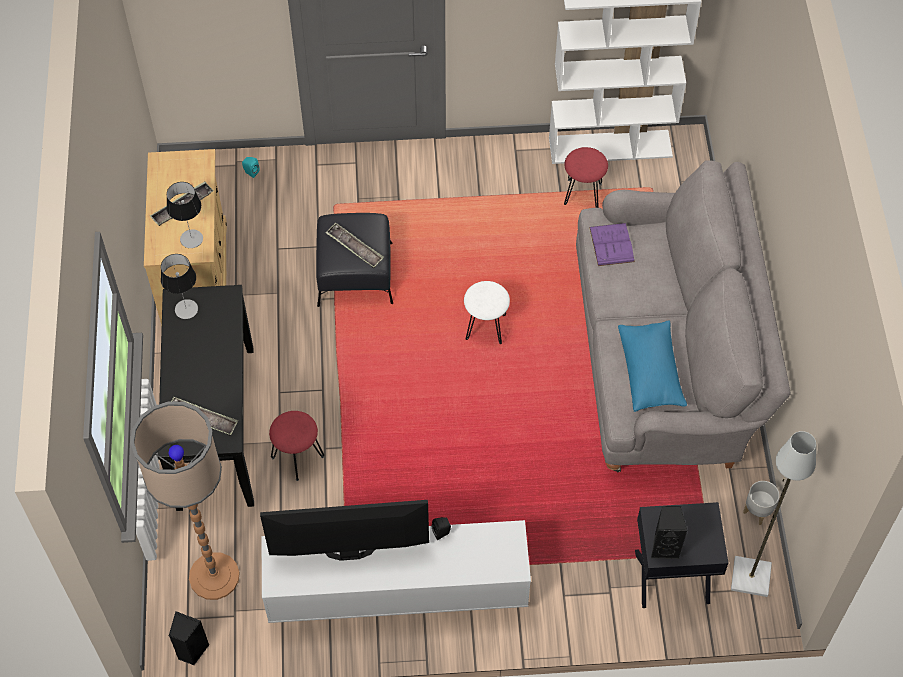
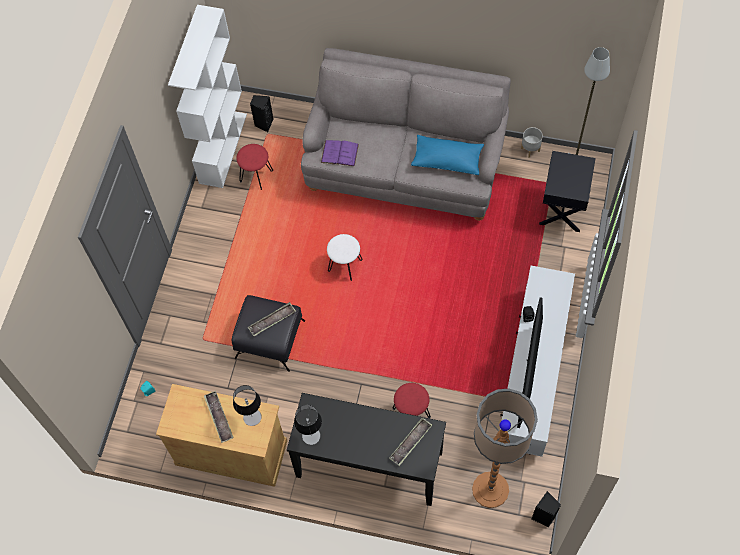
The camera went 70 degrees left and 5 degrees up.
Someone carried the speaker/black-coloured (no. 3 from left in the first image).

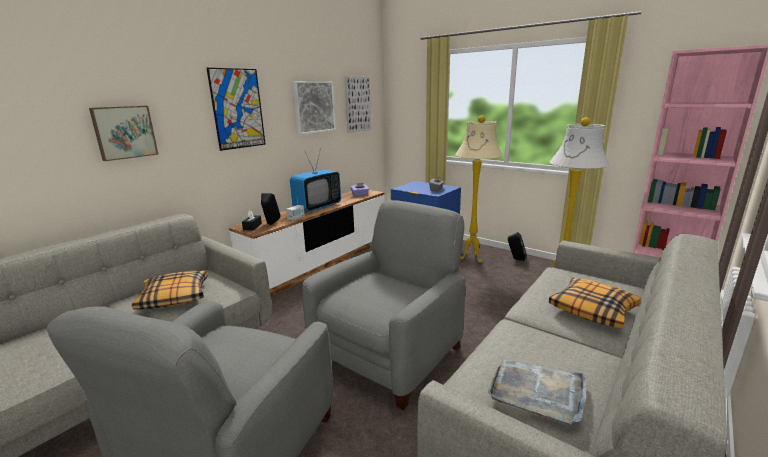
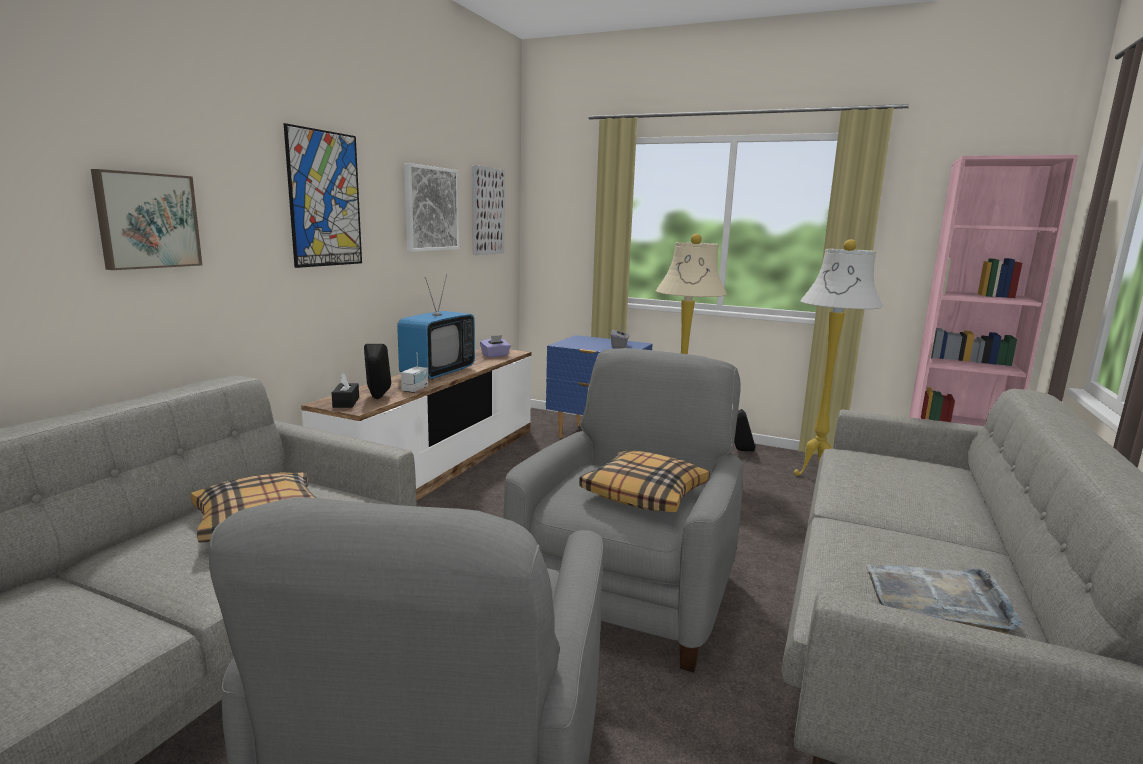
The camera went 15 degrees left and 5 degrees down.
Someone carried the throw pillow (no. 2 from left).

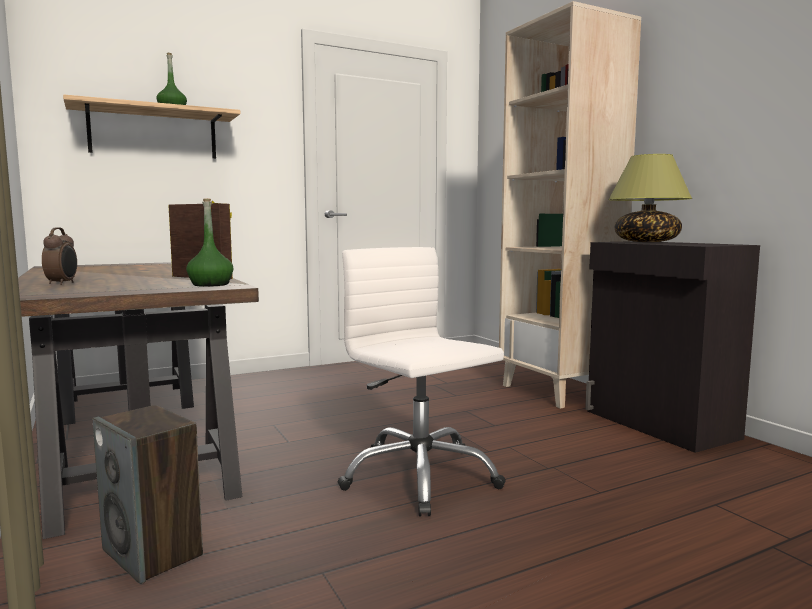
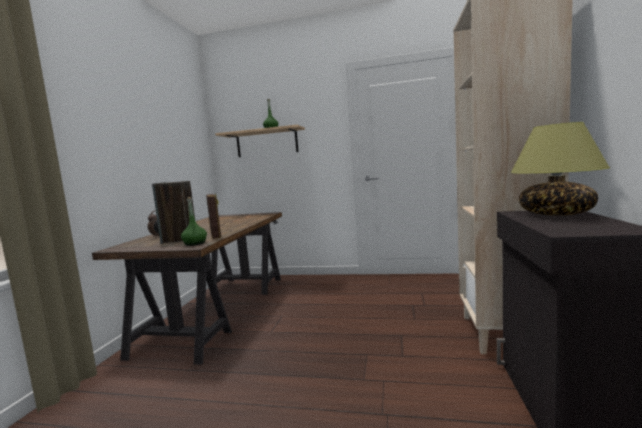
The camera went 40 degrees right and 0 degrees up.
Someone took away the desk chair/white-coloured.
Someone carried the speaker.

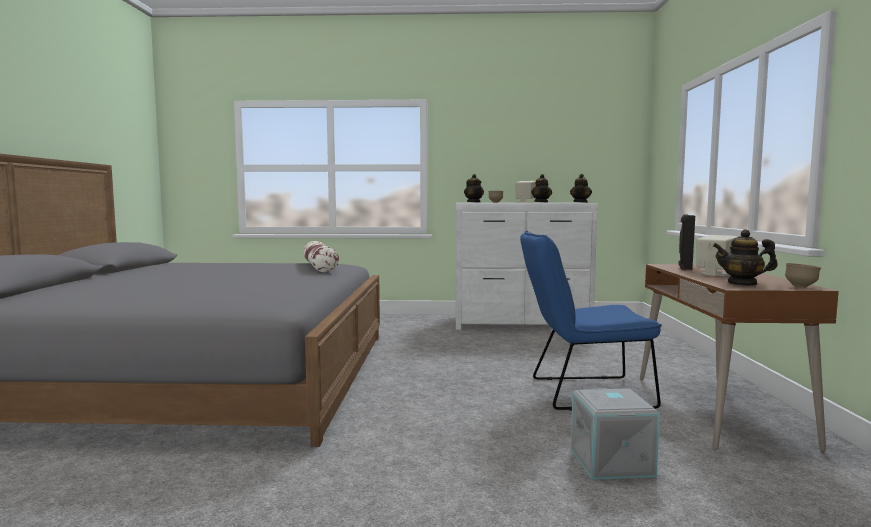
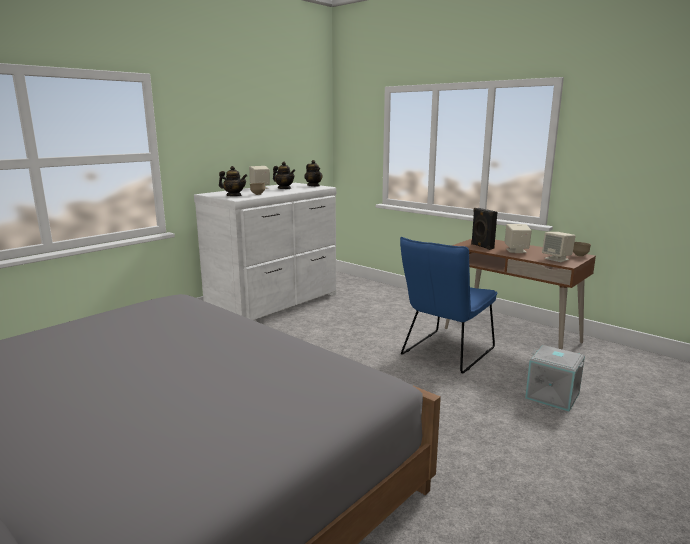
The camera went 50 degrees left and 10 degrees up.
Someone took away the throw pillow.
Someone swapped the tea pot (no. 4 from left) for the speaker/beige (no. 3 from left).

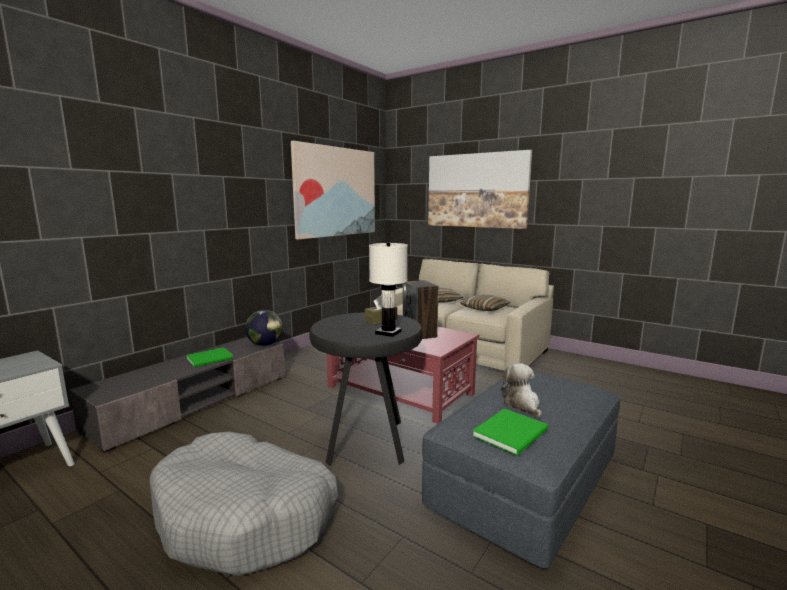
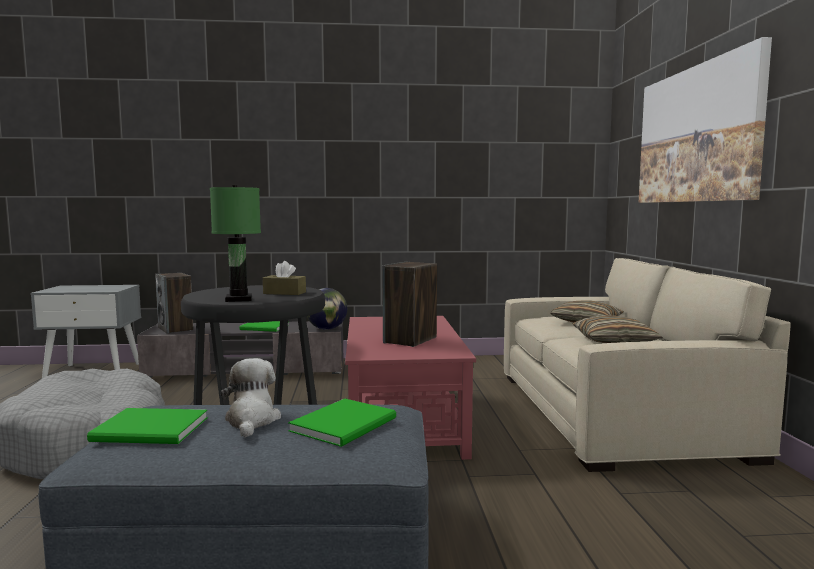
The camera went 50 degrees right and 5 degrees down.
Someone took away the wall art (no. 1 from left).
Someone put down the speaker (no. 1 from left).
Someone put down the bound book/green (no. 3 from left).
Someone repainted the lamp for a table/white-coloured, which became the lamp for a table/green.
Someone rotated the soft toy by 45 degrees counterclockwise.

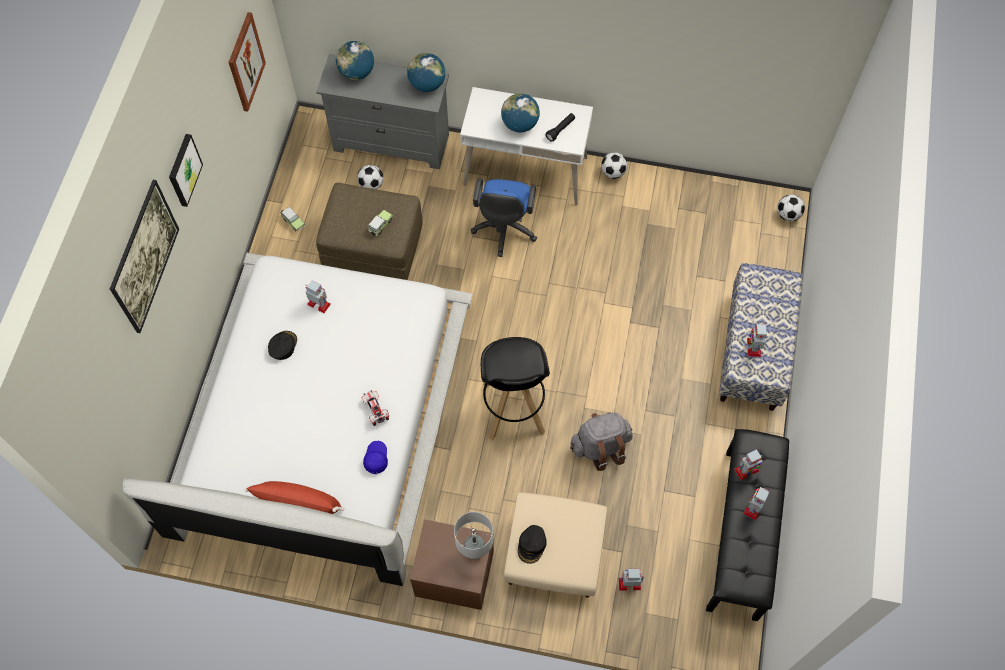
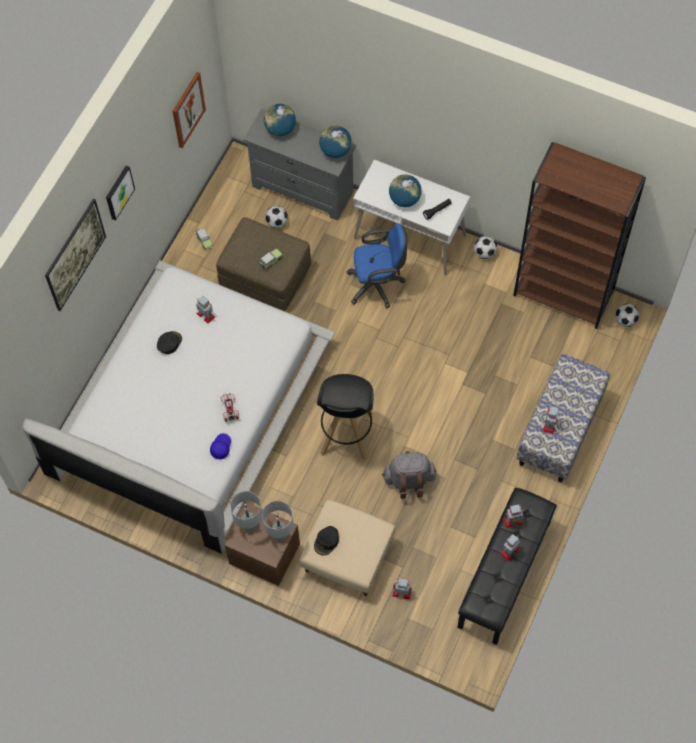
The camera went 15 degrees right and 0 degrees up.
Someone took away the throw pillow/red.
Someone put down the lamp for a table/greyish (no. 1 from left).
Someone put down the bookshelf/brownish.
Someone rotated the desk chair/blue by 120 degrees counterclockwise.

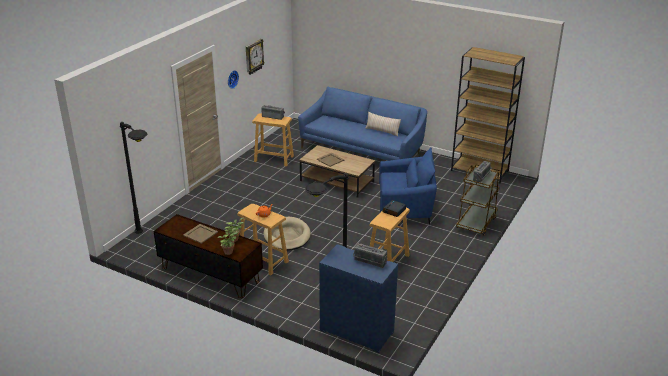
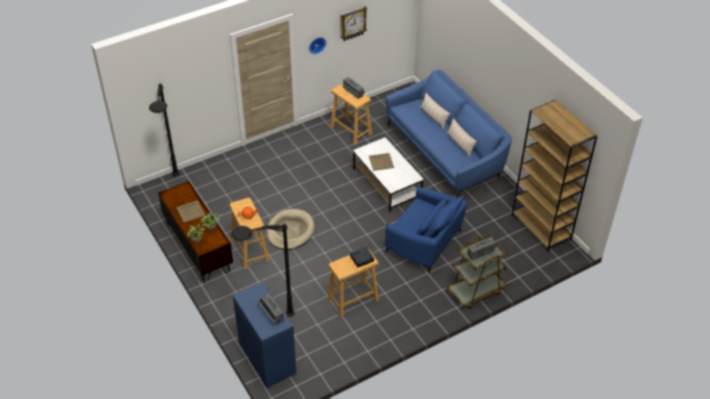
The camera went 30 degrees right and 15 degrees up.
Someone put down the throw pillow/beige (no. 1 from left).
Someone repainted the coffee table/brownish, which became the coffee table/white-coloured.

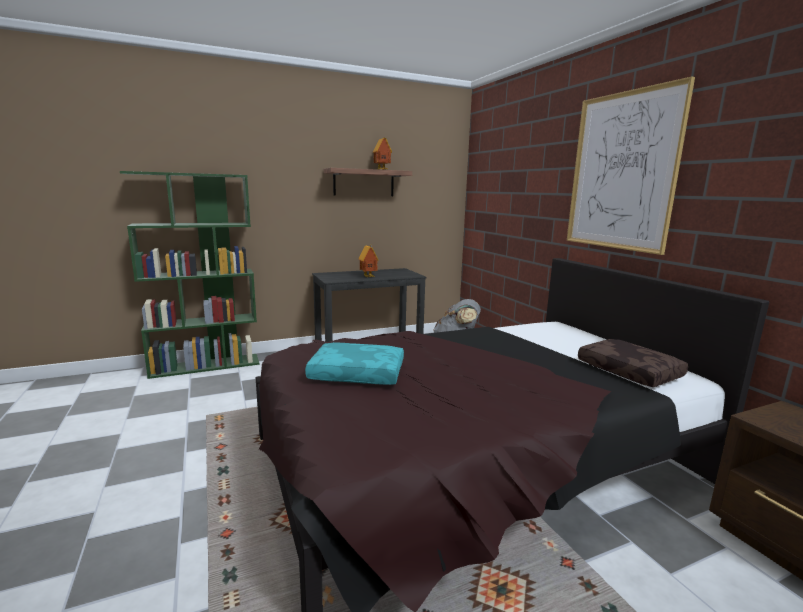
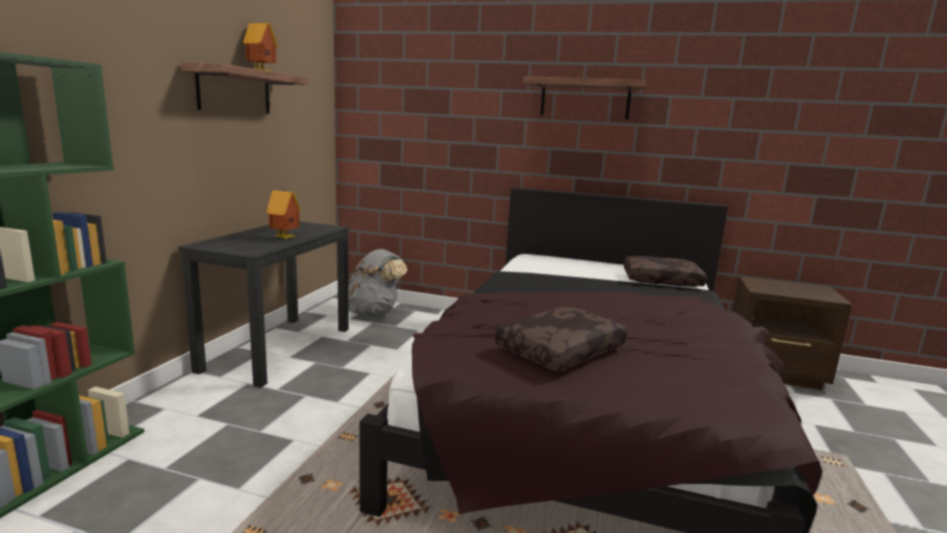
The camera went 50 degrees left and 0 degrees up.
Someone swapped the wall art for the shelf (no. 2 from left).
Someone repainted the throw pillow/blue-green, which became the throw pillow/brownish (no. 1 from left).

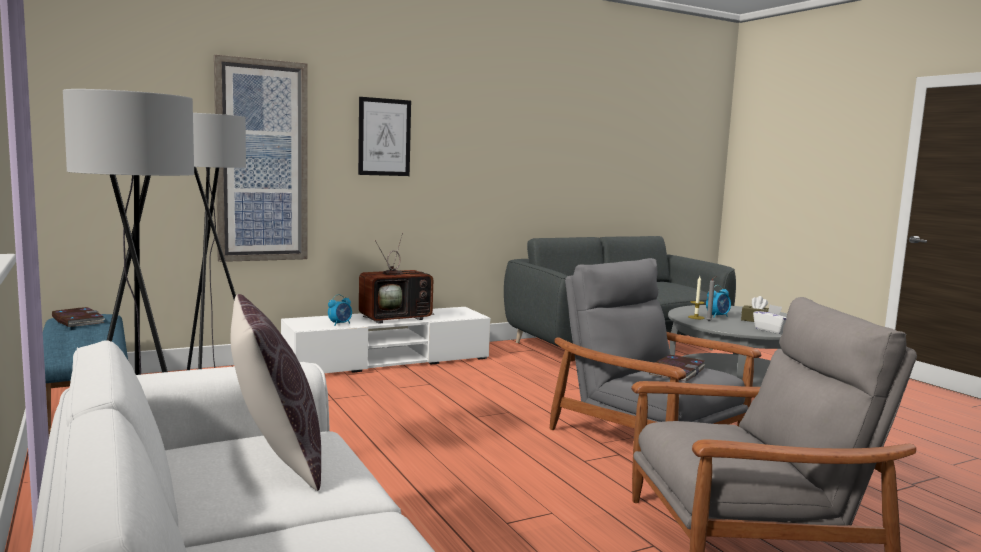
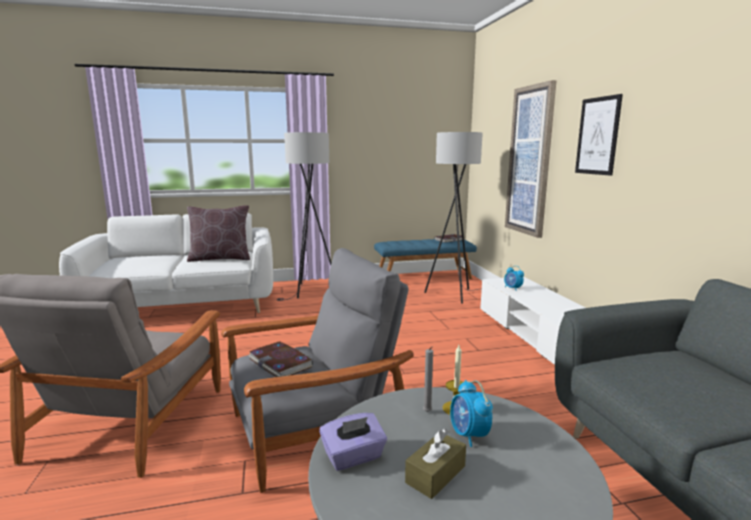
The camera went 105 degrees right and 5 degrees up.
Someone took away the TV set.
Someone repainted the box of tissues/white-coloured, which became the box of tissues/purplish.

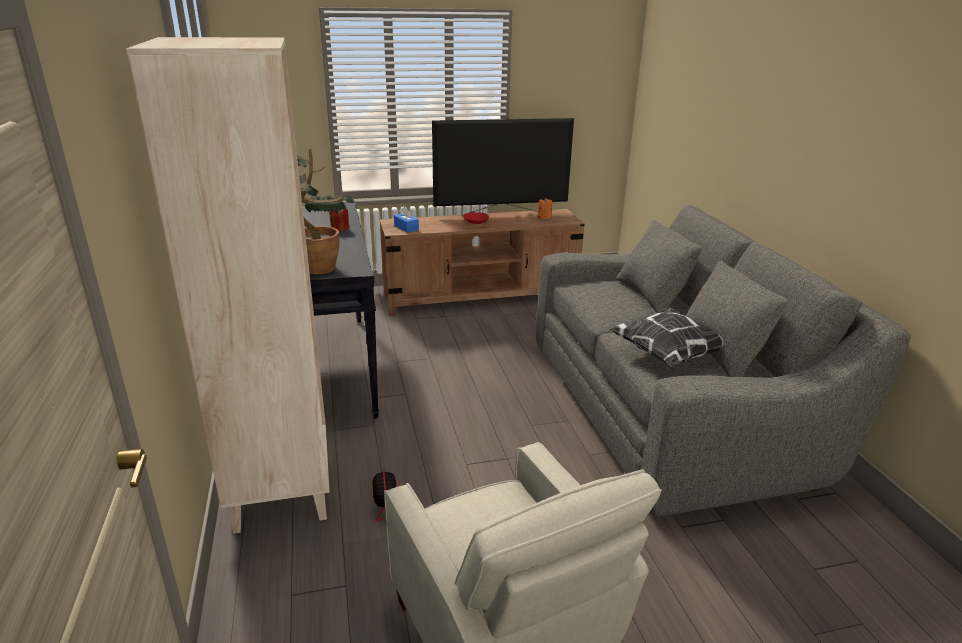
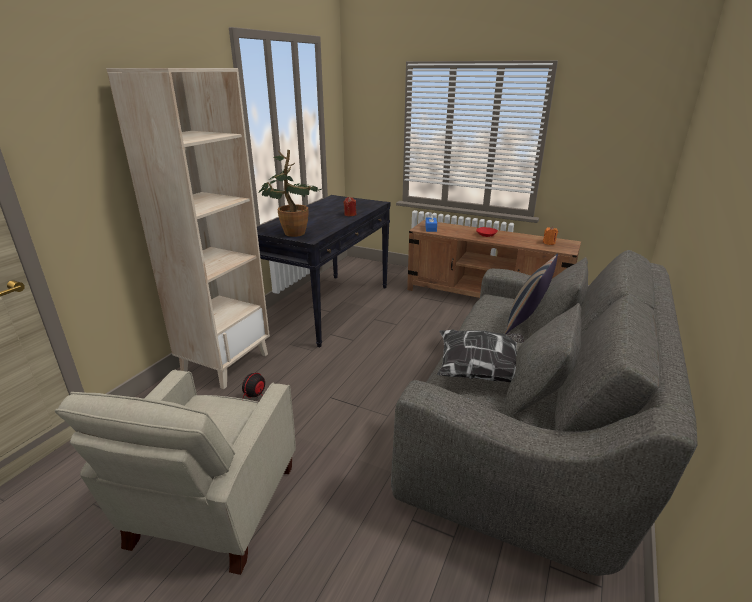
The camera went 40 degrees right and 0 degrees up.
Someone took away the TV set.
Someone put down the throw pillow (no. 2 from left).

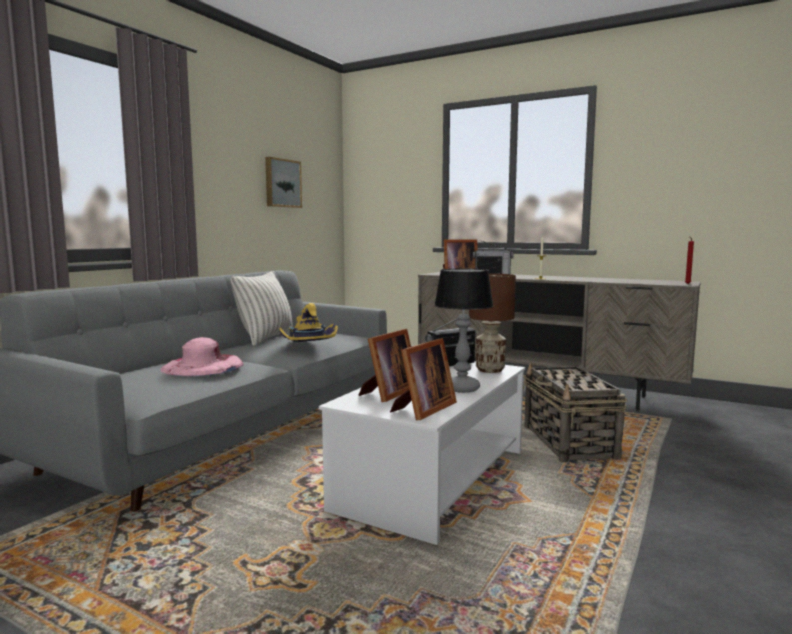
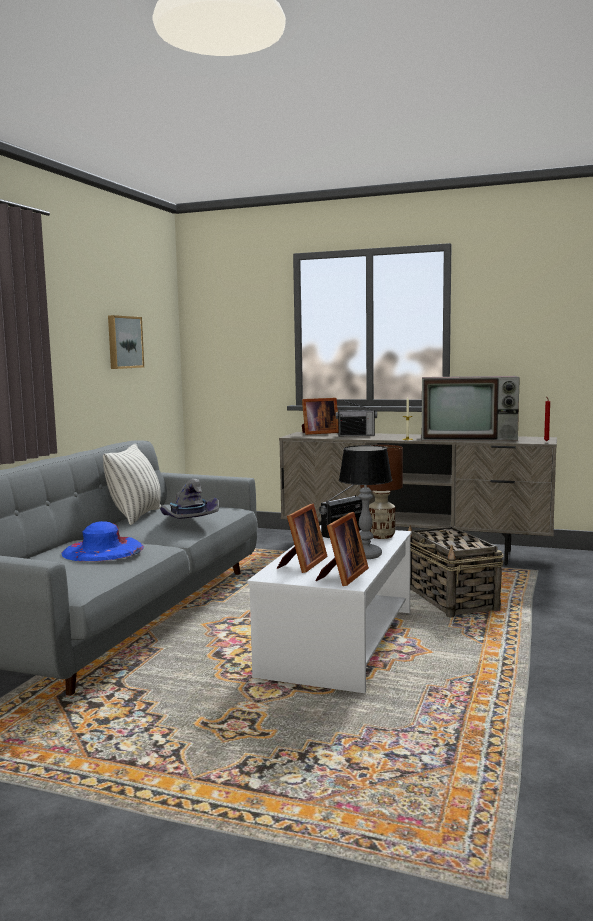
The camera went 10 degrees left and 0 degrees up.
Someone put down the TV set.
Someone repainted the hat/pink-coloured, which became the hat/blue.
Someone repainted the hat/yellow, which became the hat/greyish.

